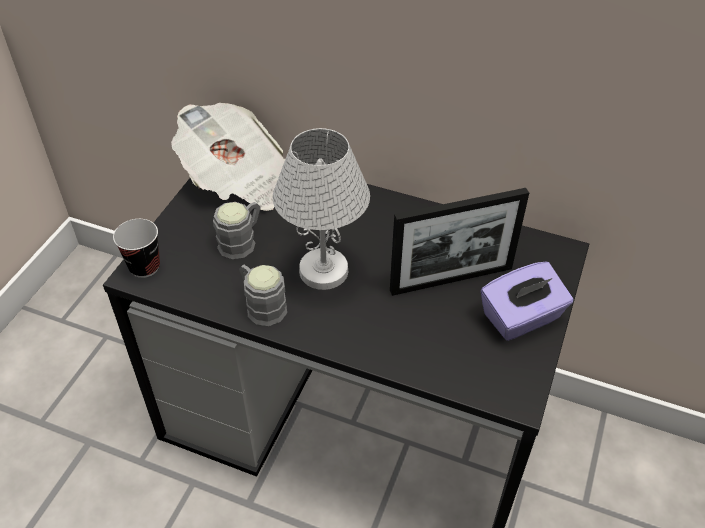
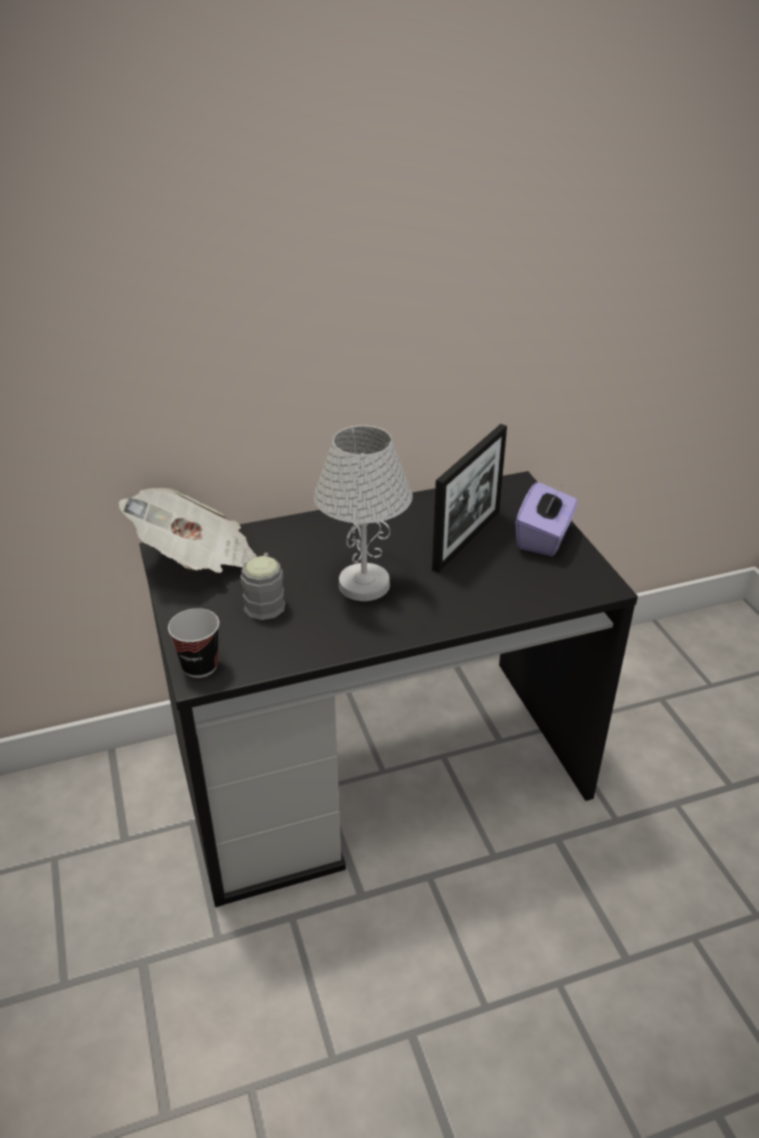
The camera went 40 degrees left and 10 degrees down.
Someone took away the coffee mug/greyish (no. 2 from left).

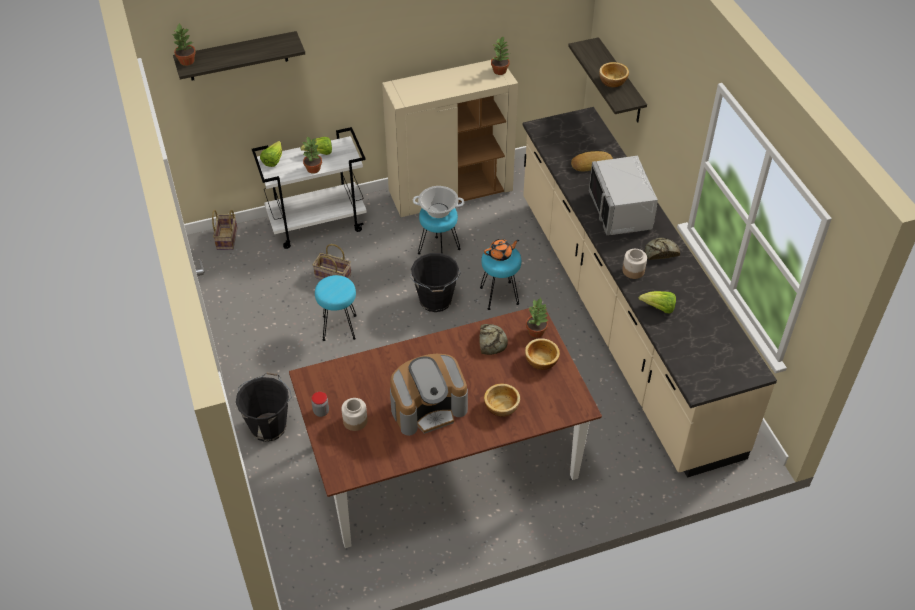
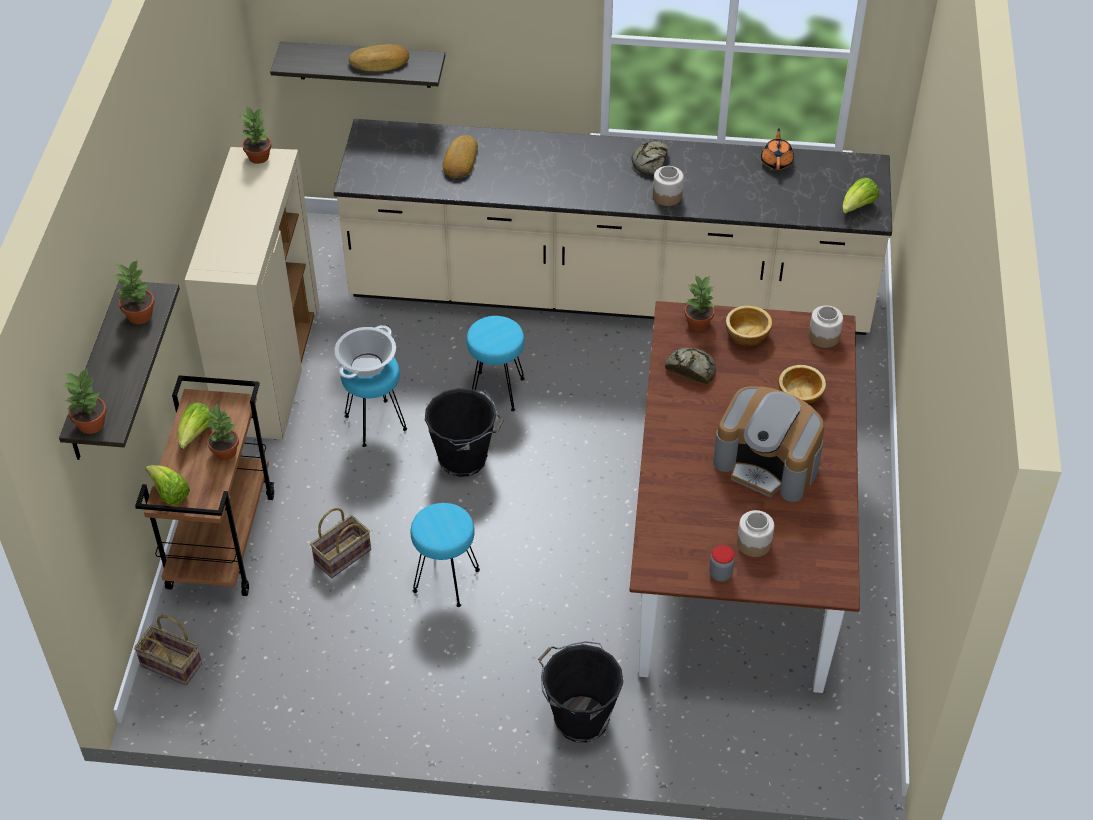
The camera went 65 degrees left and 0 degrees up.
Someone took away the microwave oven/greyish.
Someone put down the plant in a pot (no. 2 from left).
Someone put down the jar (no. 4 from left).
Someone carried the tea pot/orange.
Someone carried the head of lettuce (no. 3 from left).
Someone swapped the deep dish (no. 3 from left) for the bakery bread (no. 1 from left).
Someone repainted the wheeled cart/white-coloured, which became the wheeled cart/brownish.
Someone rotated the coffee brewer by 120 degrees clockwise.

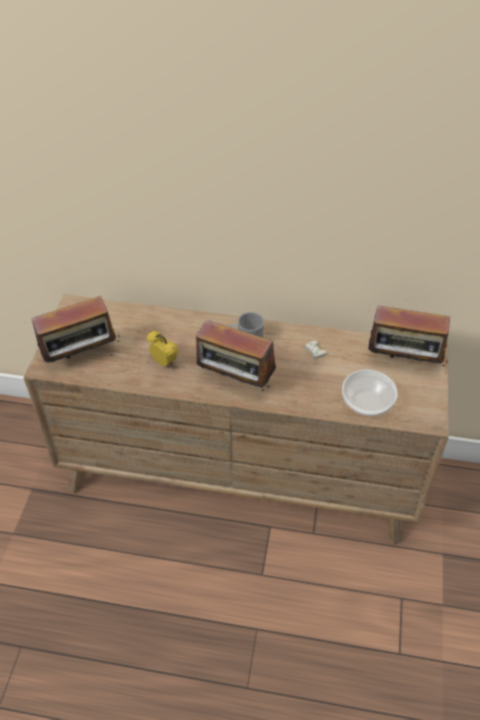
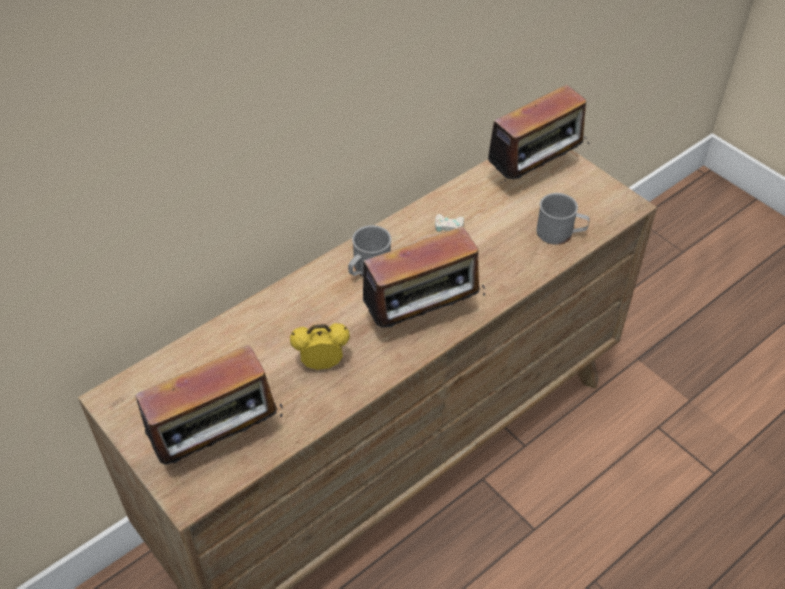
The camera went 50 degrees left and 0 degrees up.
Someone swapped the deep dish for the coffee mug/greyish (no. 2 from left).
Someone rotated the radio set (no. 1 from left) by 45 degrees clockwise.

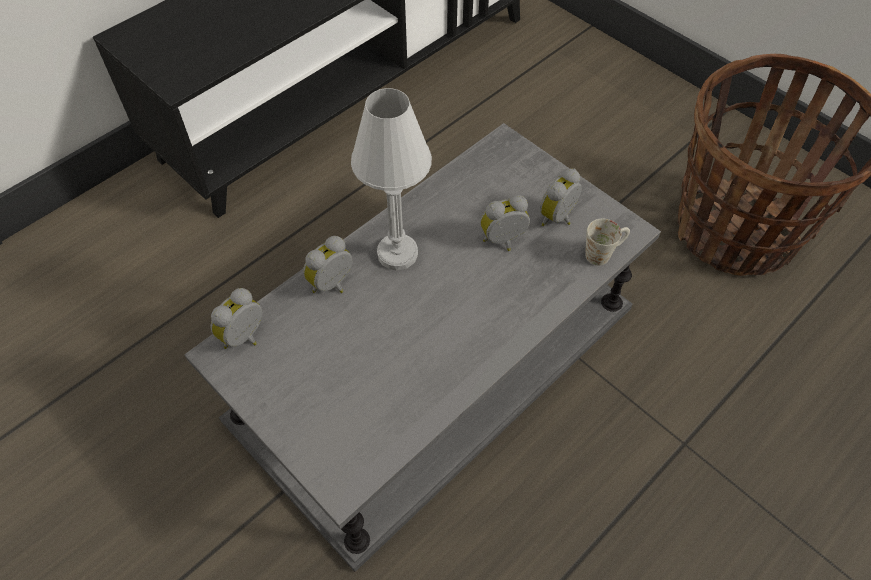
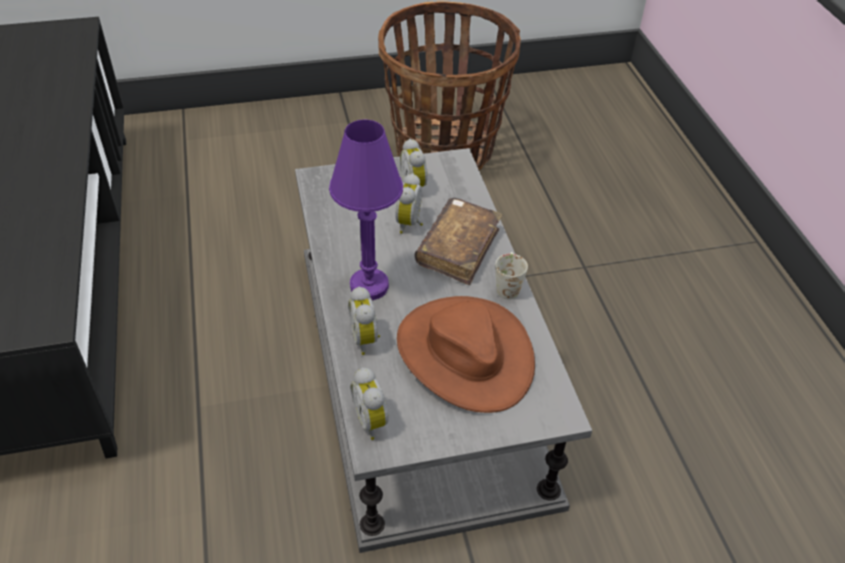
The camera went 60 degrees left and 10 degrees down.
Someone put down the hat/brownish.
Someone put down the bound book/brownish.
Someone carried the coffee mug/white-coloured.
Someone repainted the lamp for a table/white-coloured, which became the lamp for a table/purplish.

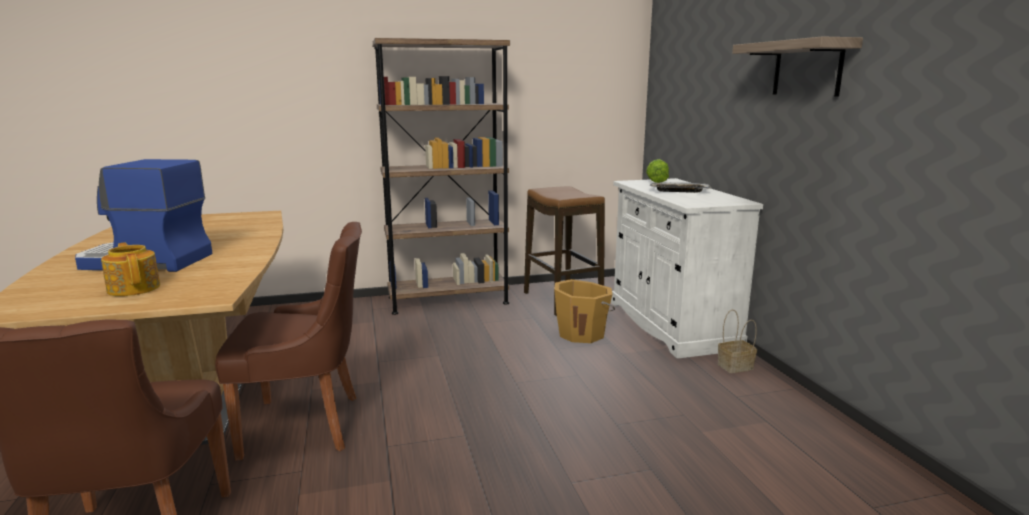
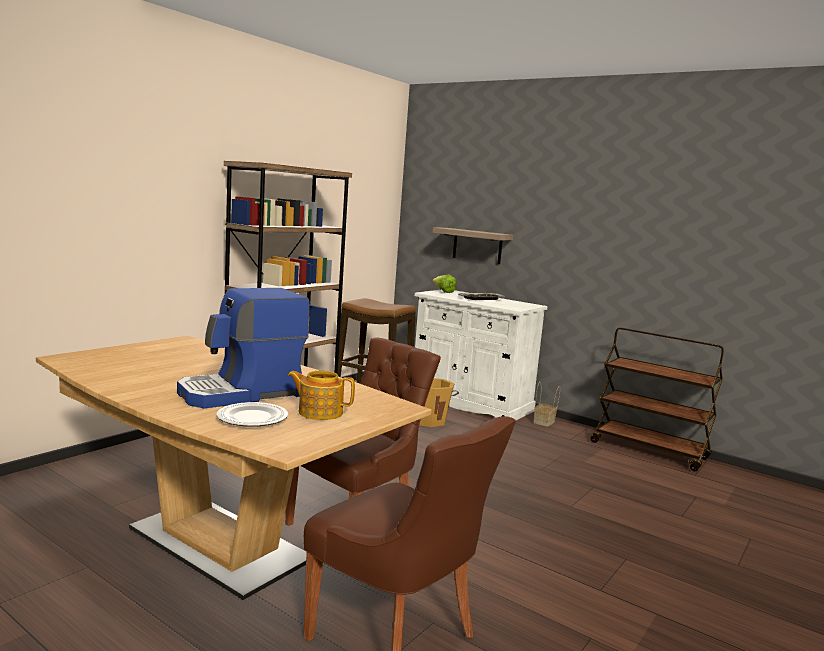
The camera went 40 degrees left and 5 degrees down.
Someone put down the flat dish.
Someone put down the wheeled cart/brownish.
Someone carried the shelf.

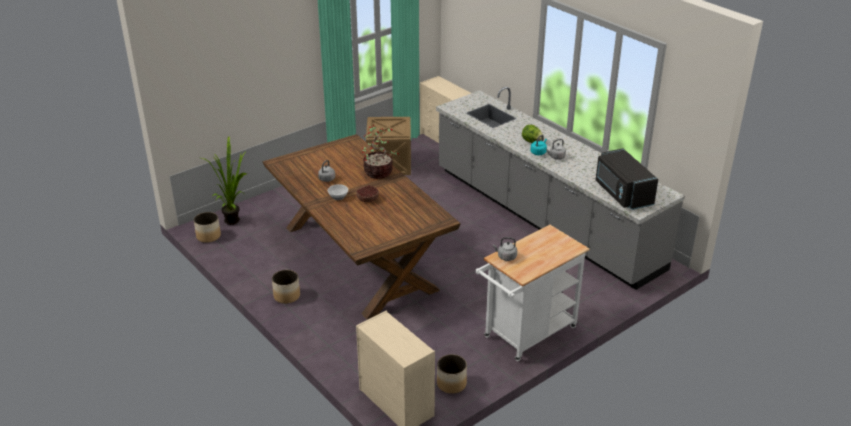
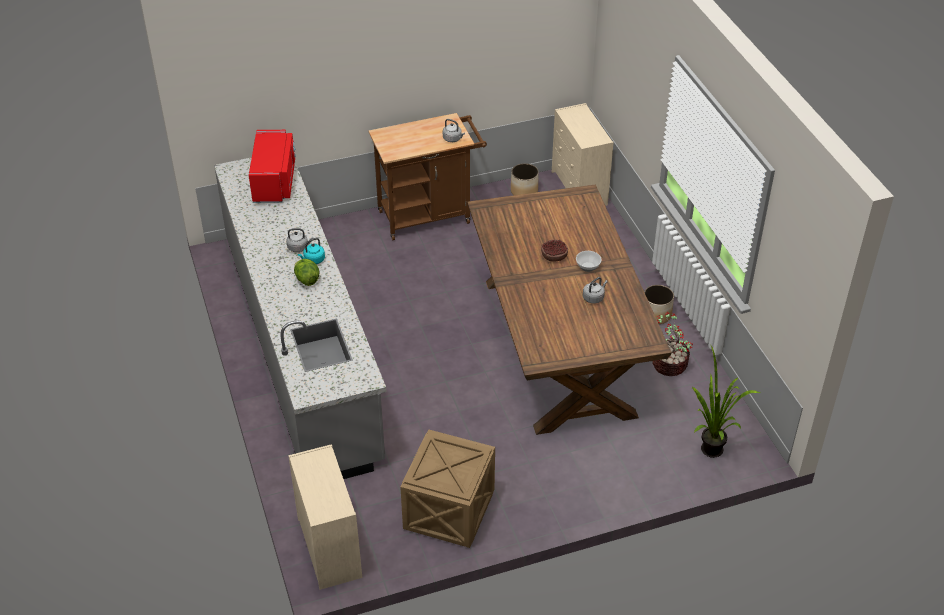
The camera went 160 degrees left and 10 degrees up.
Someone took away the plant pot (no. 1 from left).
Someone carried the plant in a pot (no. 2 from left in the first image).
Someone repainted the wheeled cart/white-coloured, which became the wheeled cart/brownish.
Someone repainted the microwave oven/black-coloured, which became the microwave oven/red.

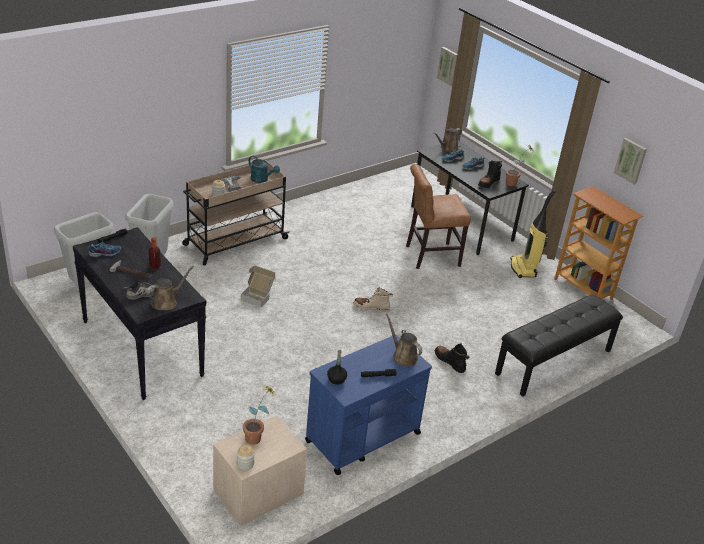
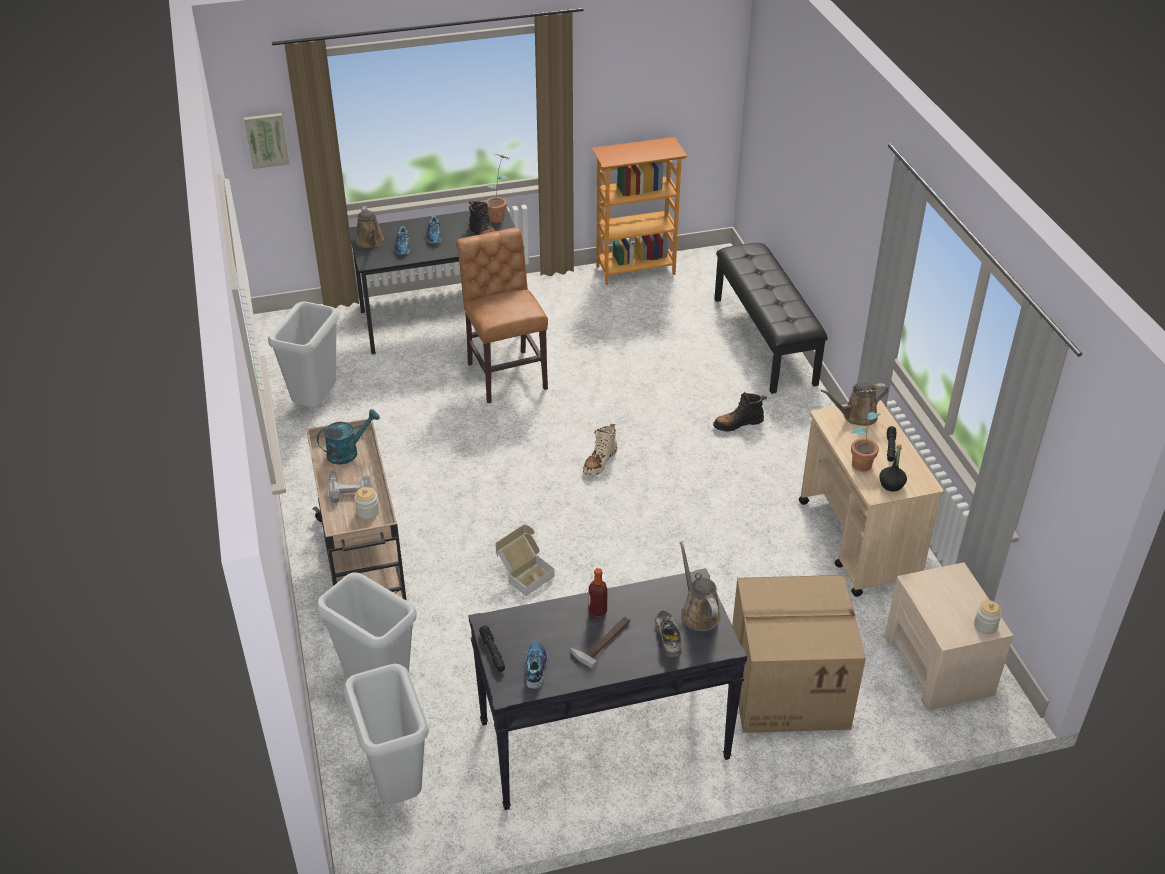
The camera went 65 degrees left and 5 degrees up.
Someone took away the hoover.
Someone took away the wall art (no. 2 from left).
Someone put down the trash can/greyish (no. 1 from left).
Someone put down the carton (no. 2 from left).
Someone carried the plant in a pot (no. 1 from left in the first image).
Someone repainted the wheeled cart/blue, which became the wheeled cart/beige (no. 2 from left).
Someone rotated the chair/brownish by 150 degrees clockwise.

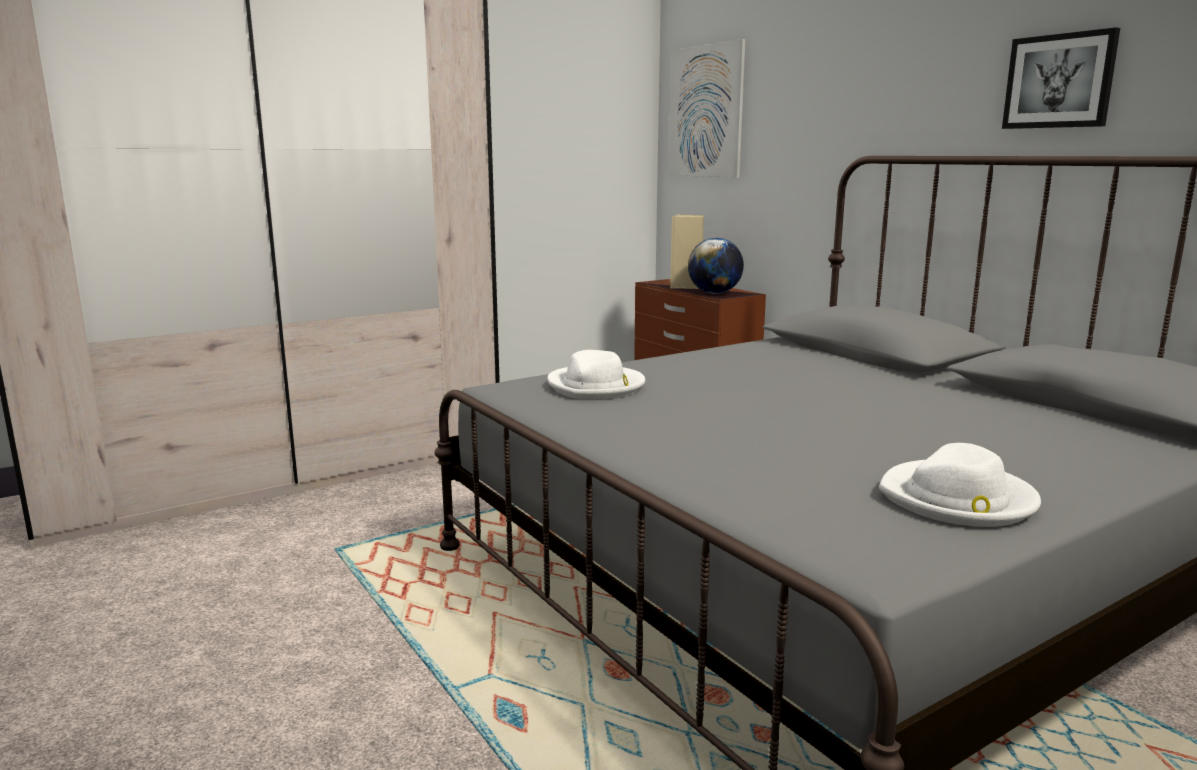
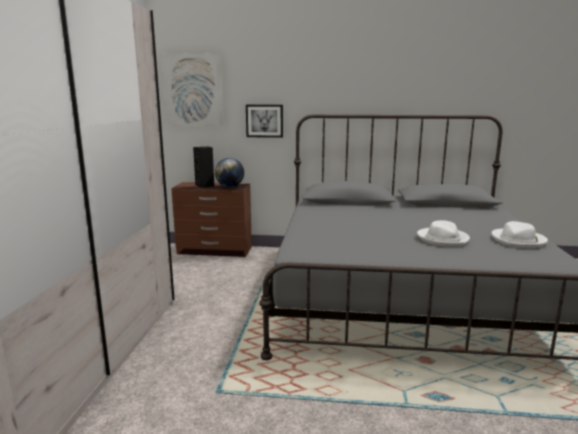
The camera went 50 degrees left and 0 degrees up.
Someone carried the hat/white-coloured (no. 1 from left).
Someone carried the wall art (no. 2 from left).
Someone repainted the speaker/beige, which became the speaker/black-coloured.

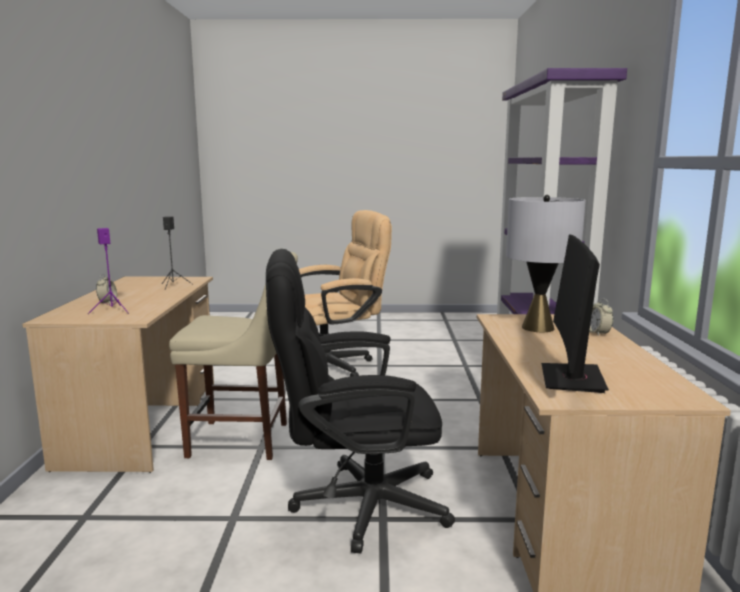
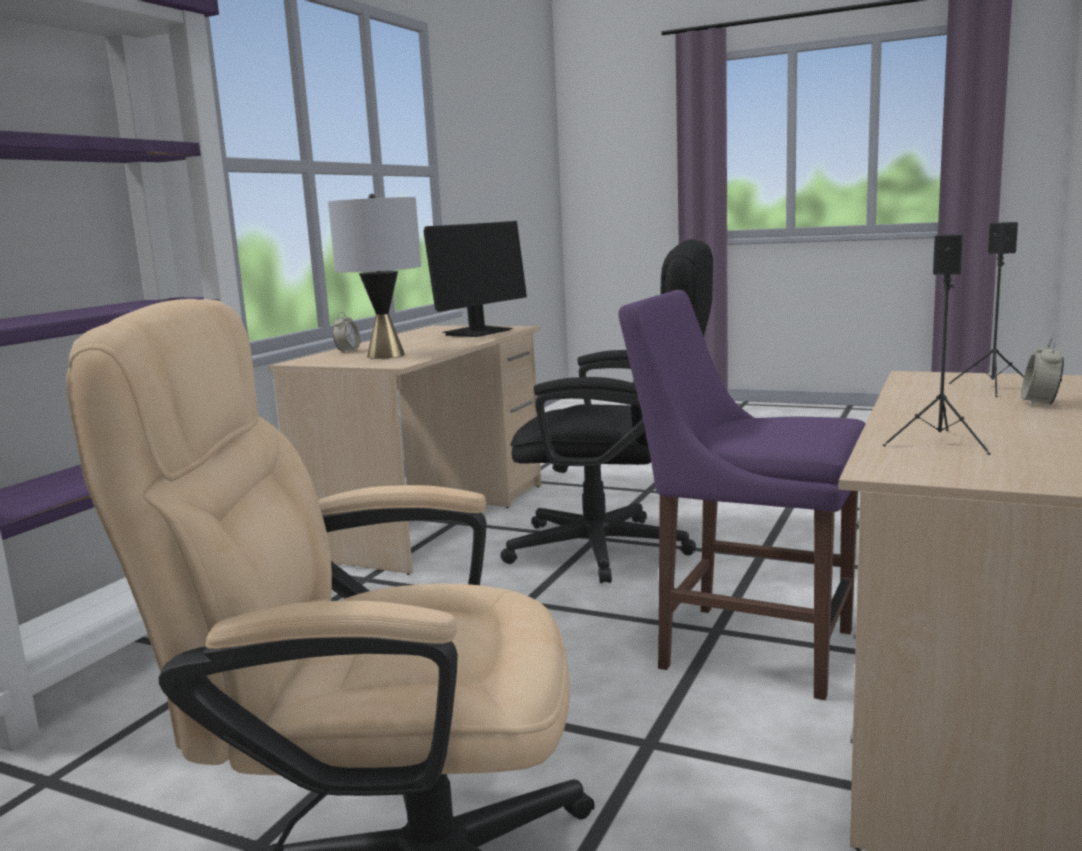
The camera went 155 degrees left and 0 degrees up.
Someone repainted the speaker/purplish, which became the speaker/black-coloured (no. 2 from left).
Someone repainted the chair/beige, which became the chair/purplish.

